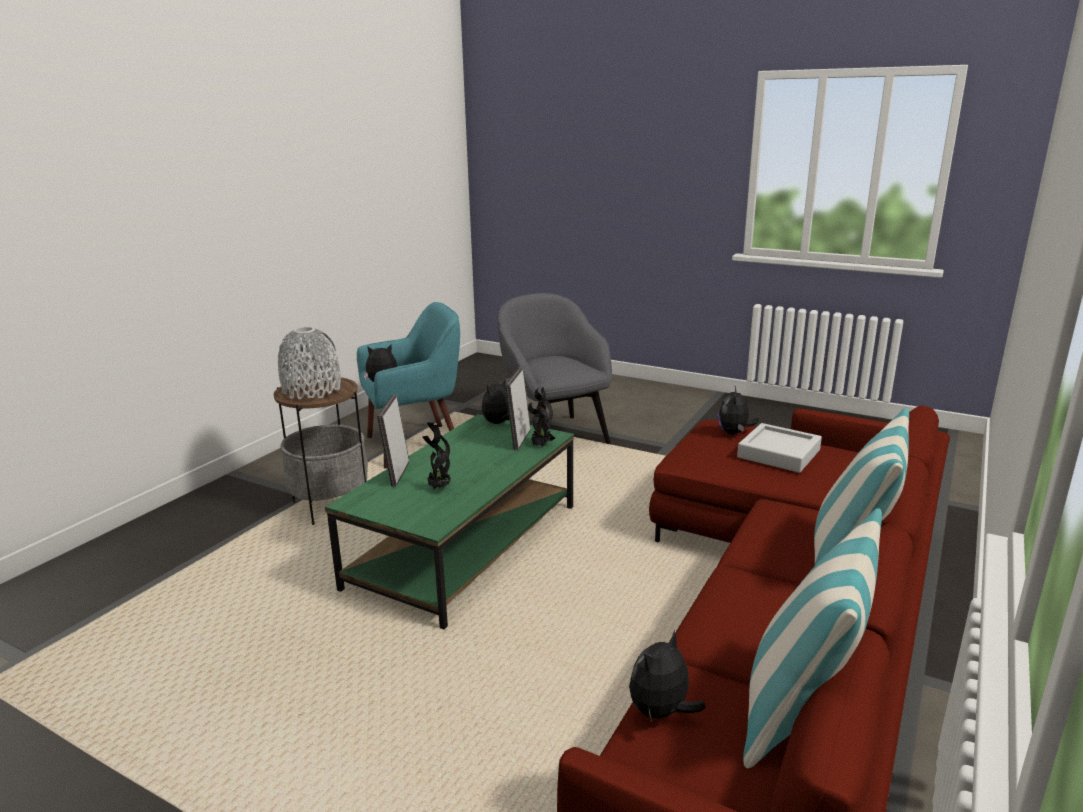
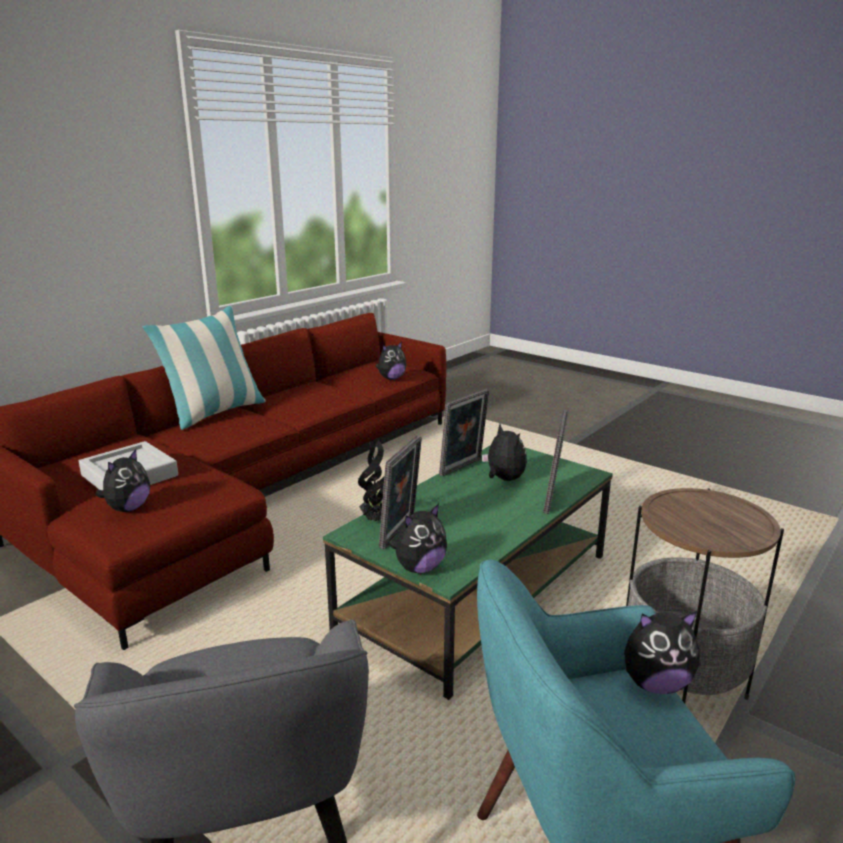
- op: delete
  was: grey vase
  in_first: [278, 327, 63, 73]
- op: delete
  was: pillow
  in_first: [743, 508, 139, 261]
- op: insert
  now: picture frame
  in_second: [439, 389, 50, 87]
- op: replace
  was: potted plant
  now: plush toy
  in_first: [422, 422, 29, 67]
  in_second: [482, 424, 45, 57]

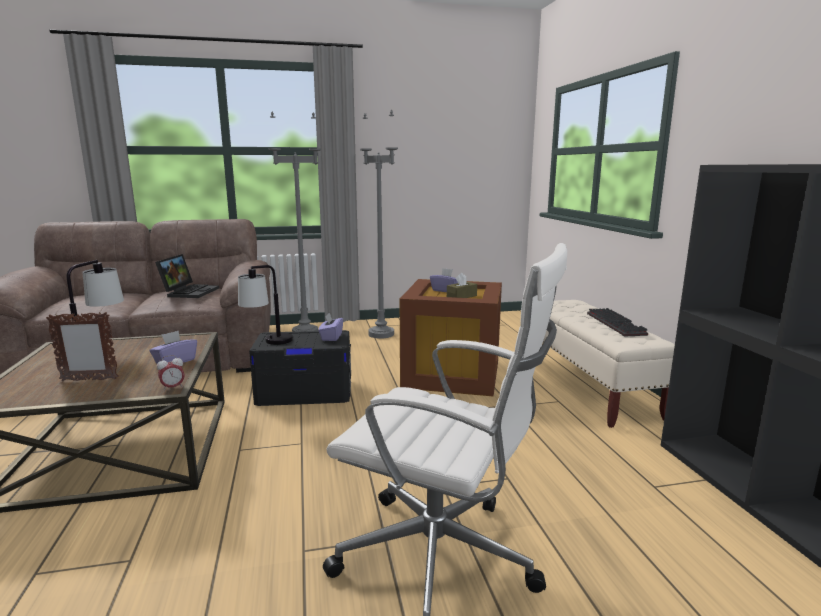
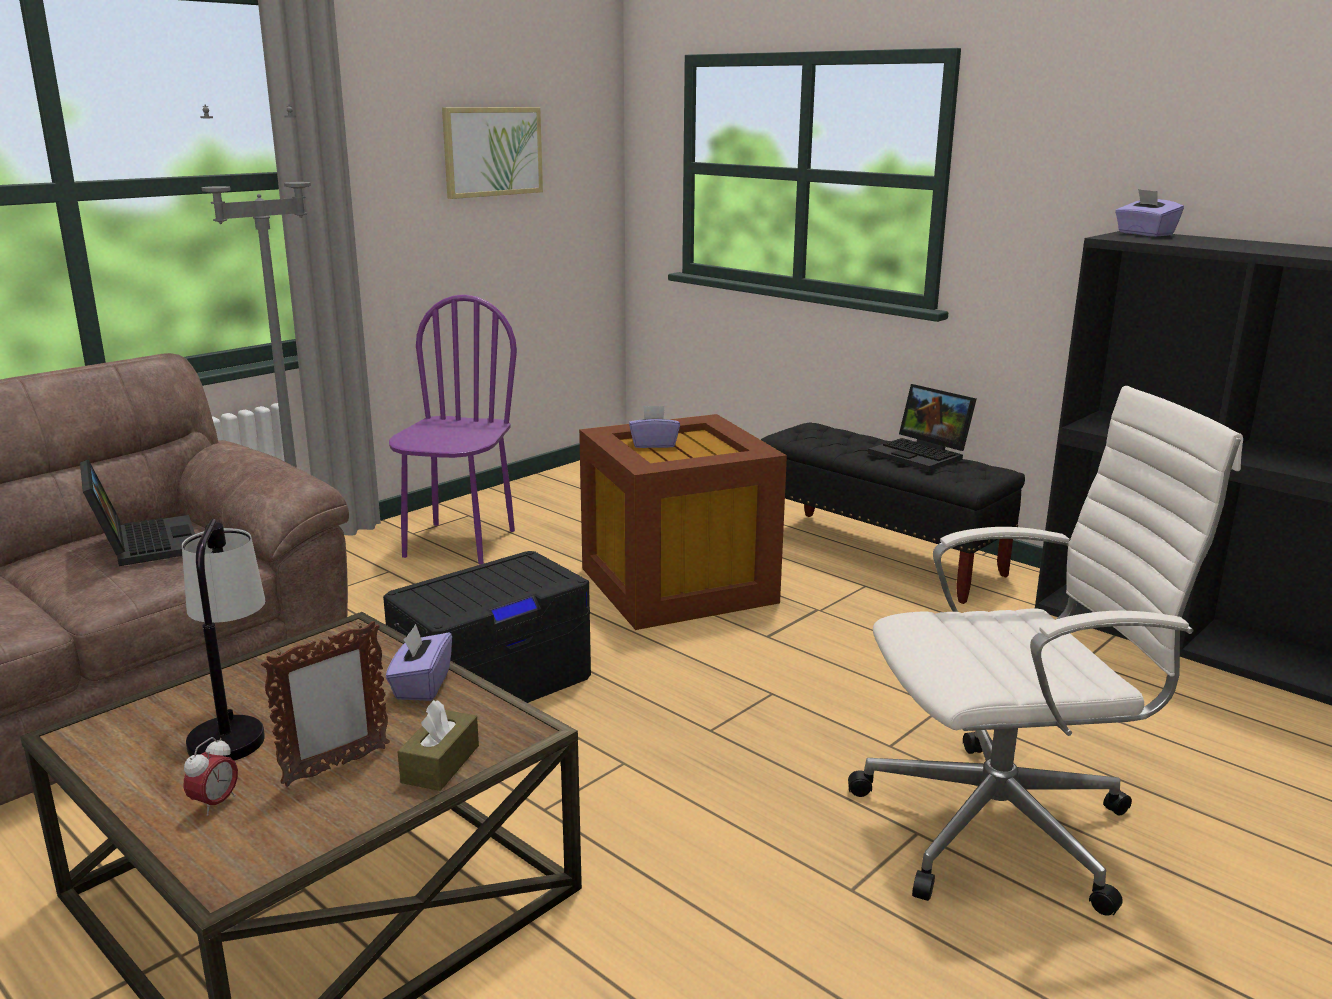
- op: delete
  was: table lamp
  in_first: [238, 265, 55, 80]
- op: insert
  now: picture
  in_second: [442, 107, 101, 92]
- op: move
  was: alarm clock
  in_first: [157, 355, 28, 36]
  in_second: [184, 737, 54, 79]
- op: move
  was: purple tissue box
  in_first: [318, 313, 25, 28]
  in_second: [1115, 189, 69, 48]
- op: move
  was: brown tissue box
  in_first: [447, 273, 30, 25]
  in_second: [397, 700, 82, 91]
- op: replace
  was: grey floor lamp
  now: purple chair
  in_first: [360, 110, 38, 229]
  in_second: [389, 295, 128, 269]
- op: replace
  was: keyboard
  now: laptop
  in_first: [587, 308, 61, 29]
  in_second: [868, 384, 109, 87]
- op: recolor
  was: beige bench
  now: black bench
  in_first: [543, 300, 132, 128]
  in_second: [761, 422, 264, 182]

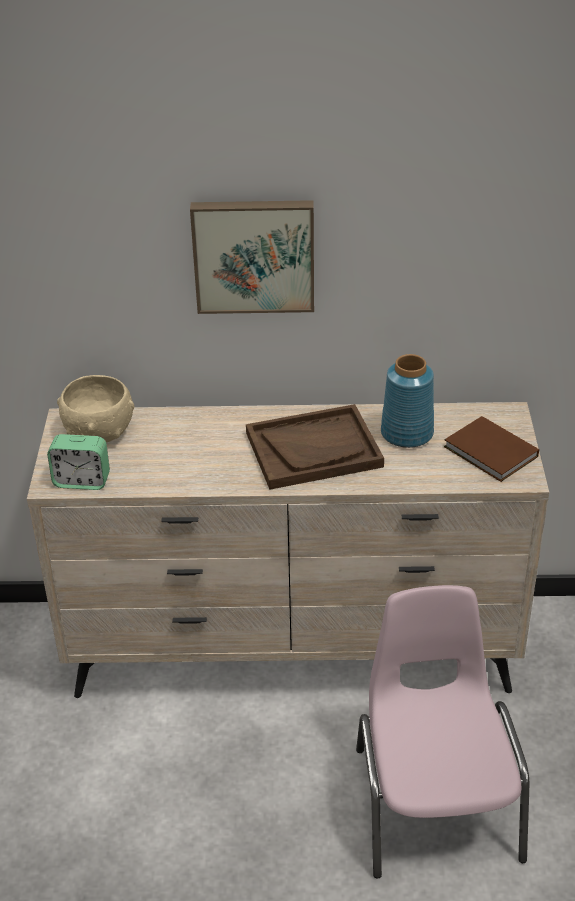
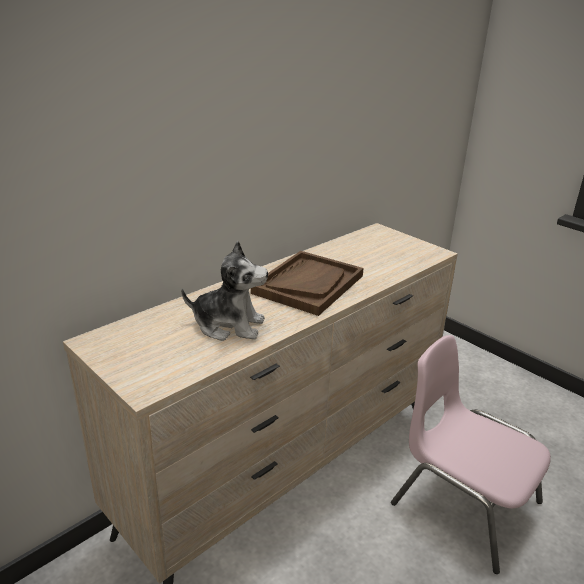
- op: delete
  was: alarm clock
  in_first: [47, 434, 63, 56]
- op: delete
  was: beige bowl
  in_first: [57, 375, 78, 68]
- op: delete
  was: picture
  in_first: [190, 200, 124, 114]
- op: delete
  was: blue vase
  in_first: [381, 354, 53, 94]
- op: delete
  was: brown book
  in_first: [444, 416, 95, 66]
- op: insert
  now: plush toy
  in_second: [181, 241, 87, 100]

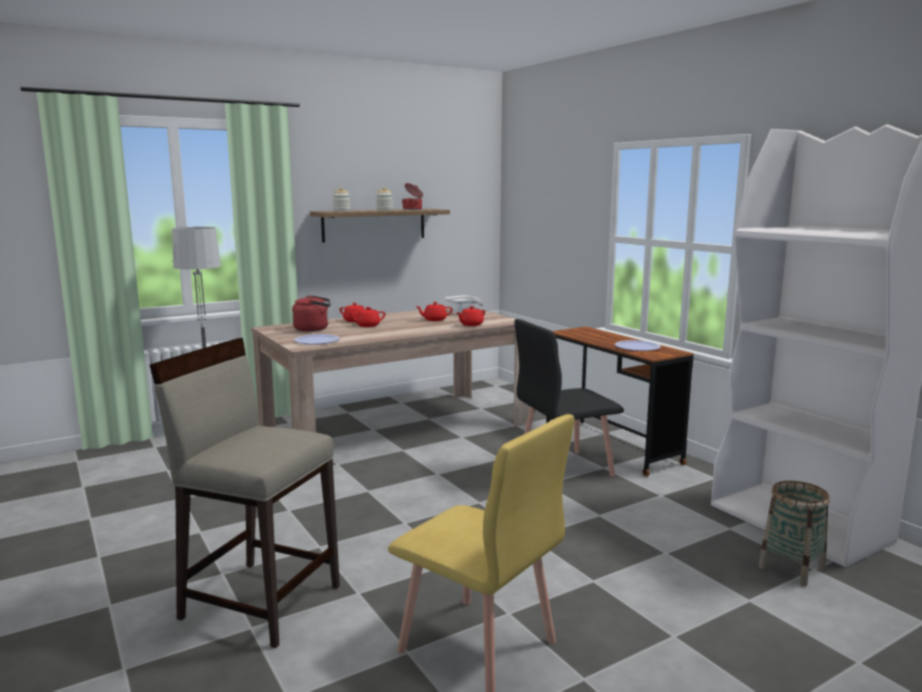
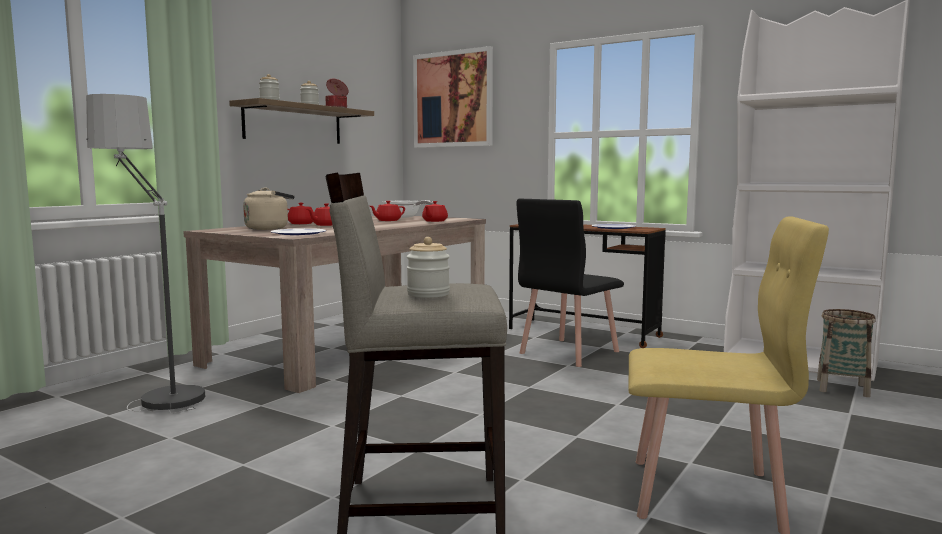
- op: insert
  now: jar
  in_second: [406, 237, 44, 61]
- op: insert
  now: picture
  in_second: [413, 46, 80, 102]
- op: recolor
  was: red kettle
  now: beige kettle
  in_first: [292, 295, 39, 37]
  in_second: [243, 188, 52, 42]

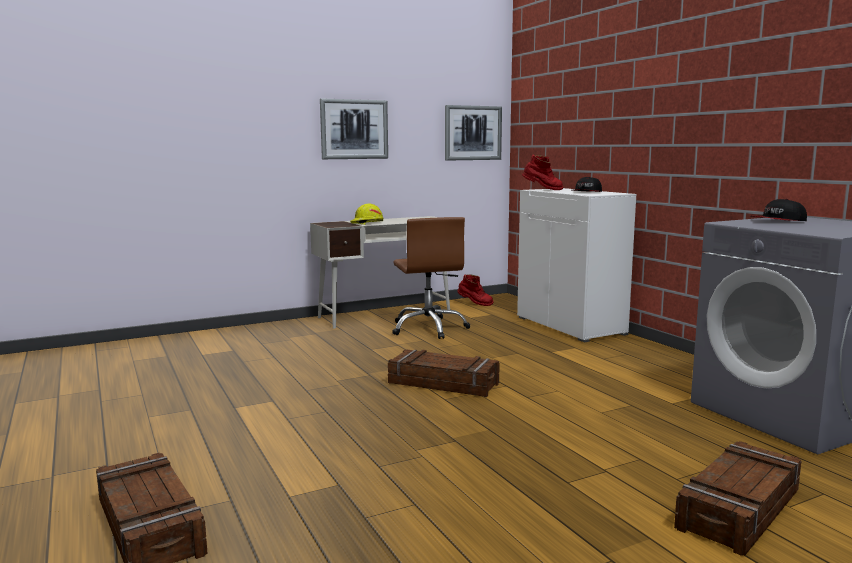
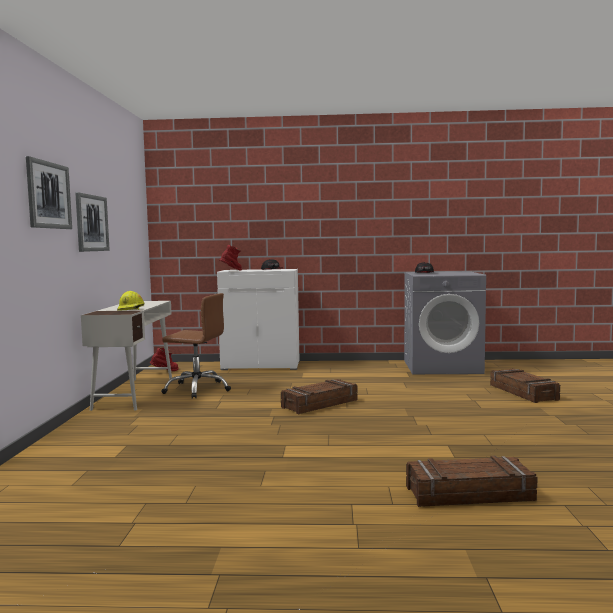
- op: move
  was: picture
  in_first: [445, 105, 57, 55]
  in_second: [26, 156, 46, 73]

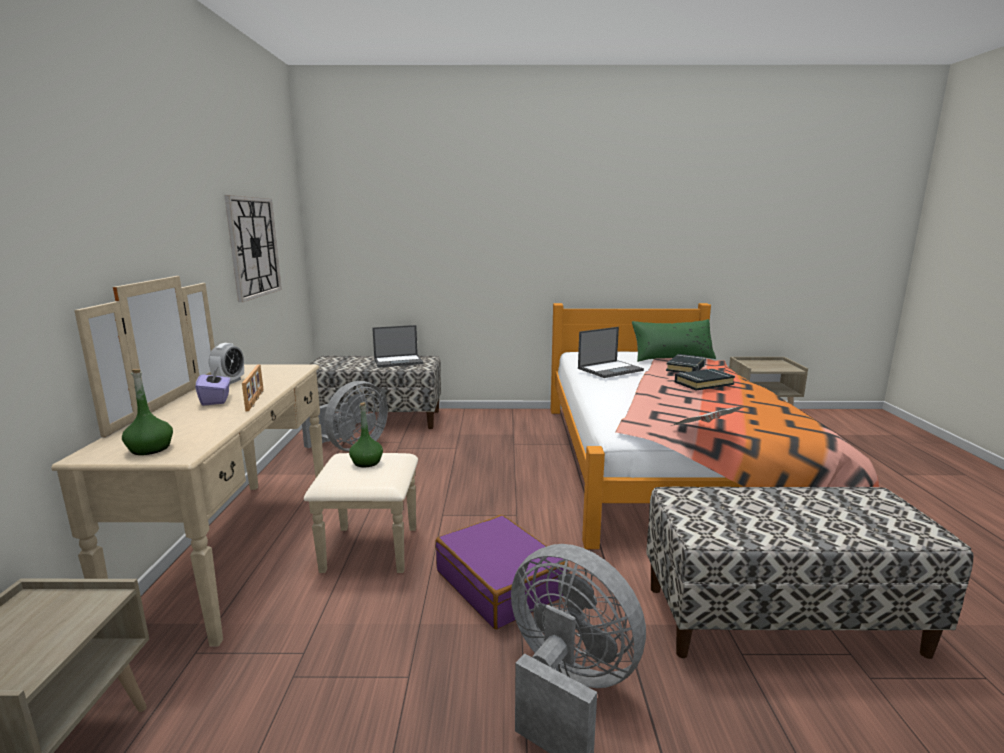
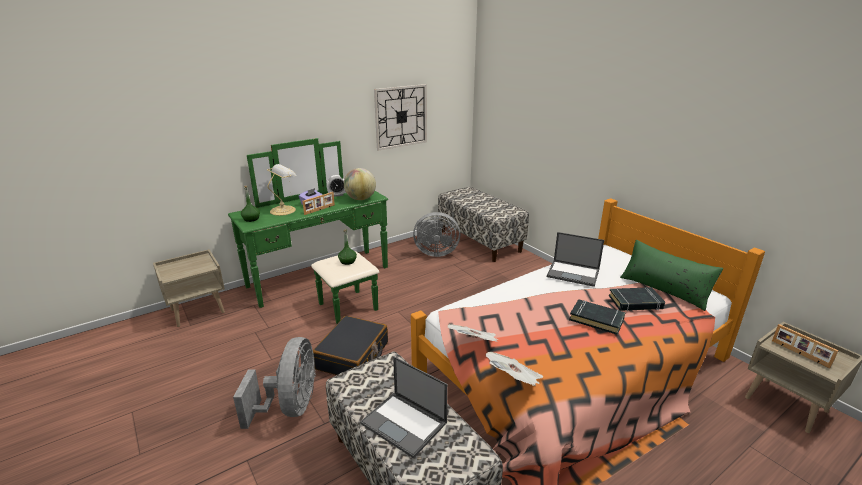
- op: insert
  now: table lamp
  in_second: [267, 164, 30, 52]
- op: insert
  now: globe
  in_second: [344, 168, 32, 32]
- op: insert
  now: newspaper
  in_second: [485, 352, 59, 34]
- op: insert
  now: picture frame
  in_second: [772, 324, 67, 44]
- op: move
  was: laptop
  in_first: [372, 325, 51, 43]
  in_second: [360, 356, 88, 103]
- op: recolor
  was: beige dresser
  now: green dresser
  in_first: [51, 276, 367, 370]
  in_second: [228, 138, 160, 186]
- op: recolor
  was: purple suitcase
  now: black suitcase
  in_first: [435, 515, 133, 114]
  in_second: [313, 316, 75, 59]

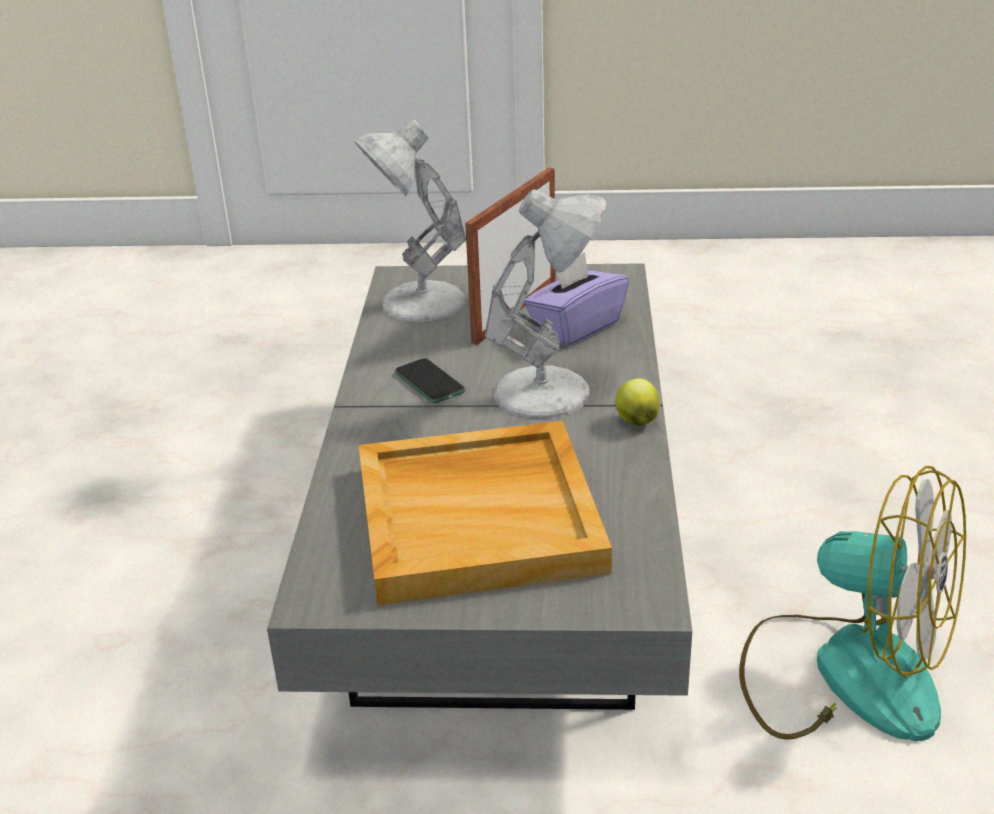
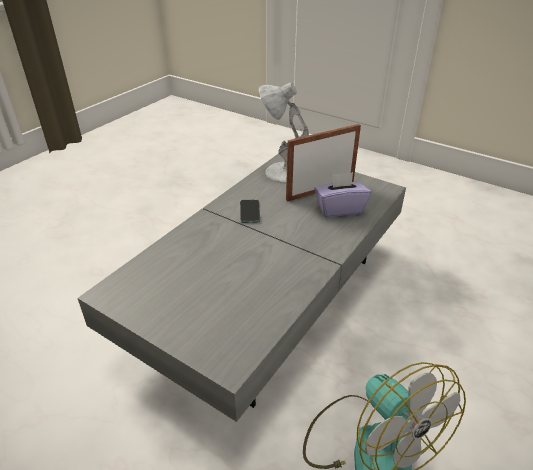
- op: delete
  was: beige tray
  in_first: [358, 421, 254, 184]
- op: delete
  was: white table lamp
  in_first: [485, 189, 121, 230]
- op: delete
  was: apple
  in_first: [615, 378, 45, 48]

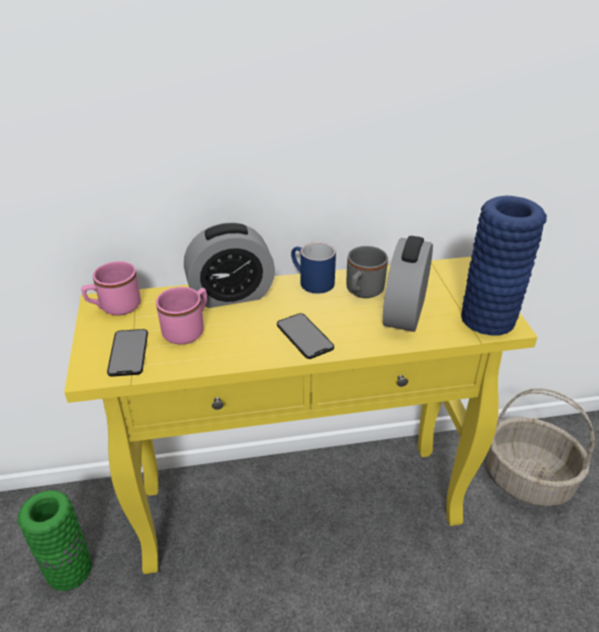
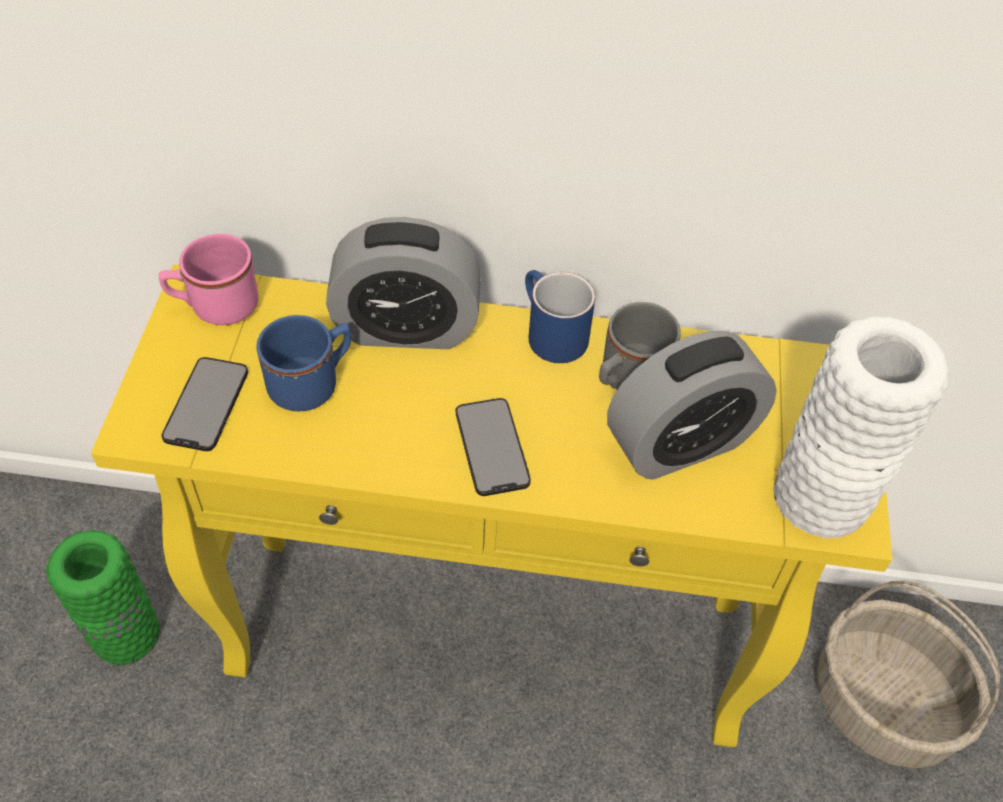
- op: recolor
  was: pink mug
  now: blue mug
  in_first: [156, 287, 51, 58]
  in_second: [257, 315, 94, 96]
- op: recolor
  was: blue vase
  now: white vase
  in_first: [461, 196, 86, 139]
  in_second: [773, 317, 177, 221]
- op: rotate
  was: alarm clock
  in_first: [383, 236, 50, 96]
  in_second: [607, 331, 170, 149]
  clockwise: -150

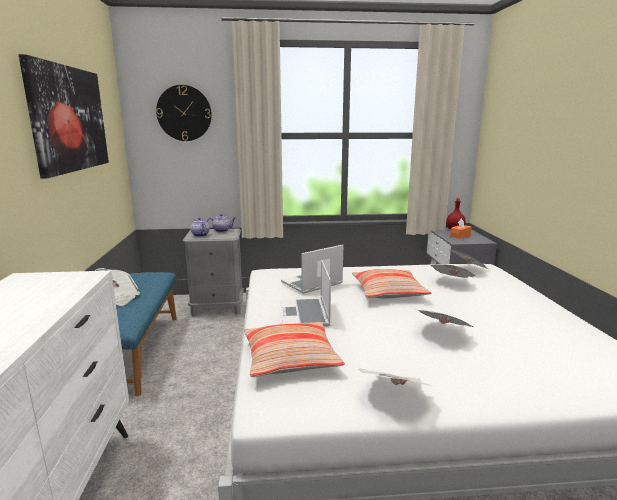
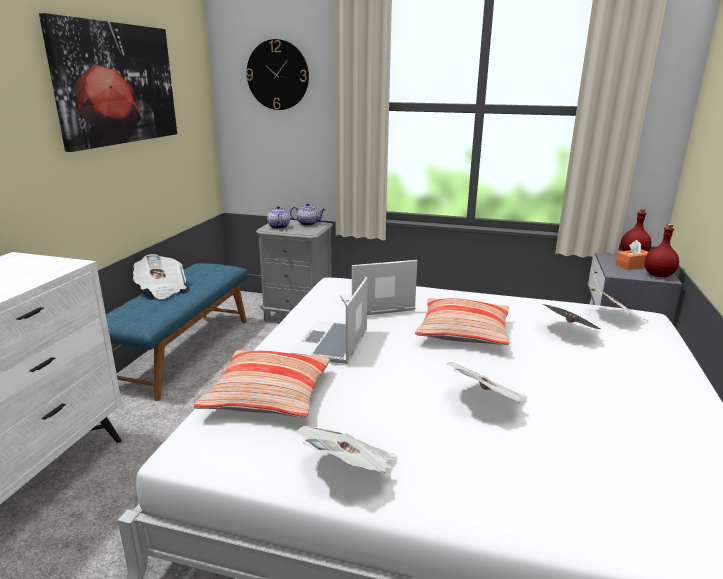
- op: insert
  now: red bottle
  in_second: [645, 224, 34, 53]

